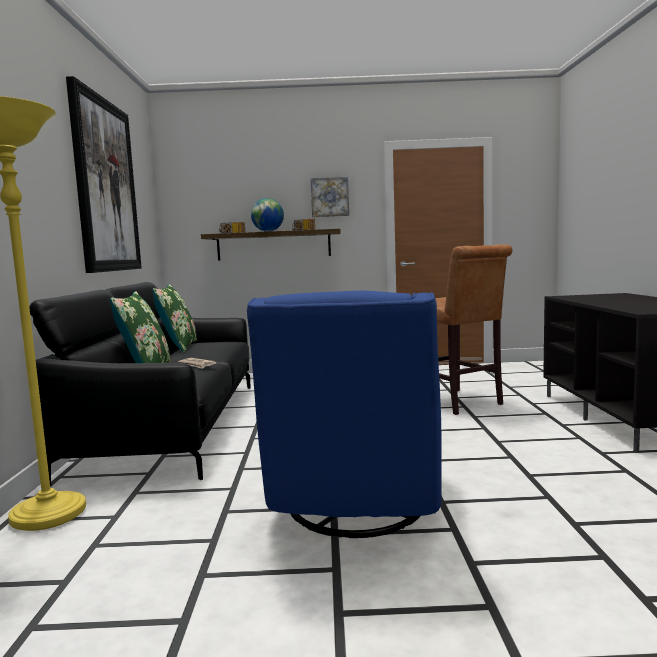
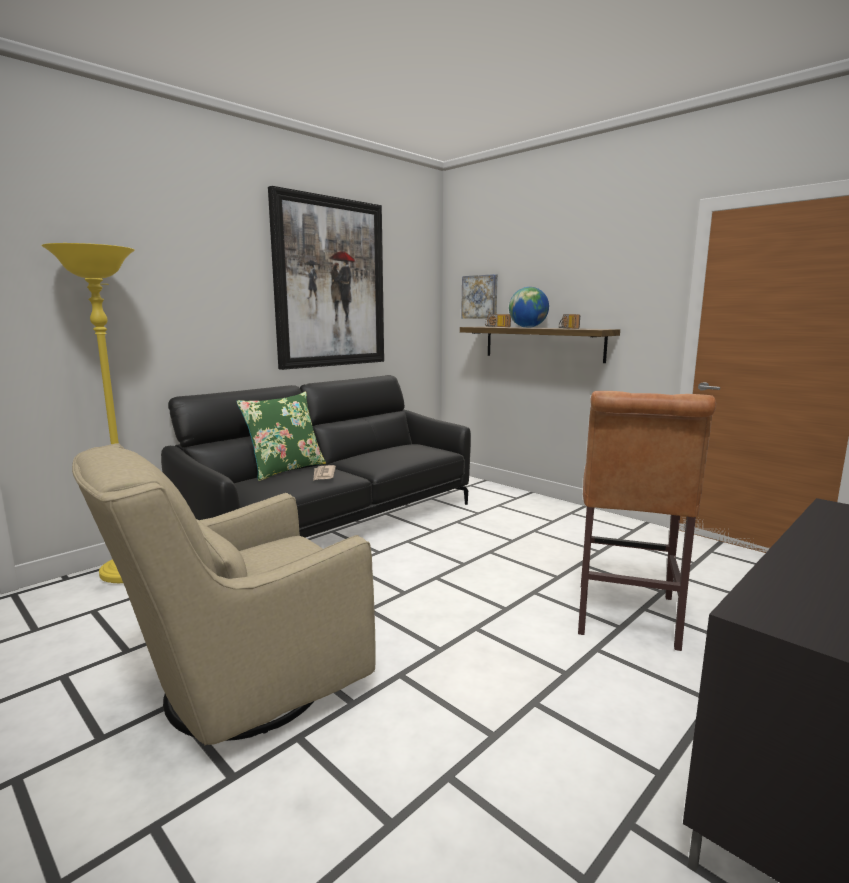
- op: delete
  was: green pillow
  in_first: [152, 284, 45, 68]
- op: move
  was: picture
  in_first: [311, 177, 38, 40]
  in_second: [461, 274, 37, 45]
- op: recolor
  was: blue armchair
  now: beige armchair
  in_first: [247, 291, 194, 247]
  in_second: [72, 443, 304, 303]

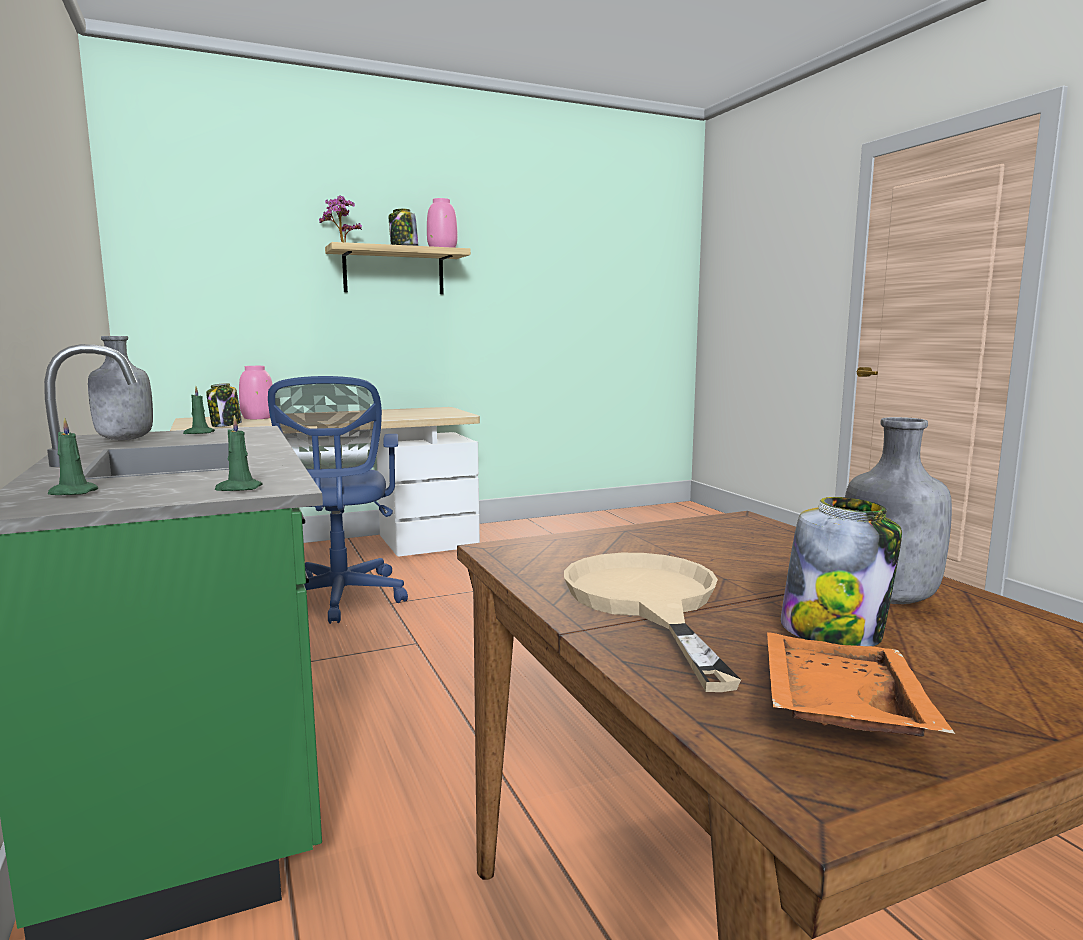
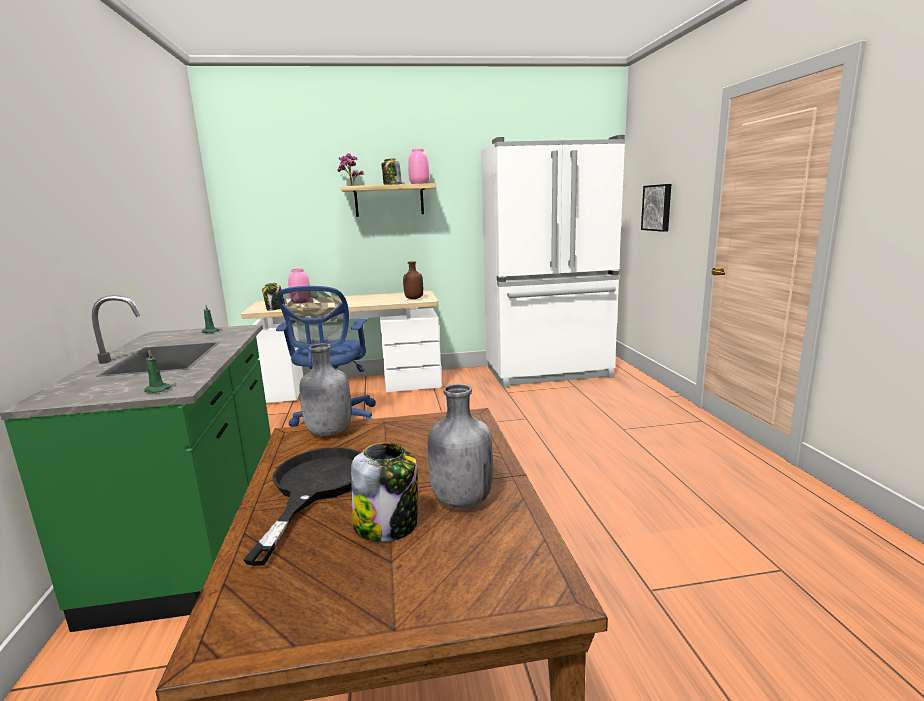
- op: delete
  was: green candle
  in_first: [48, 417, 50, 78]
- op: delete
  was: orange tray
  in_first: [767, 632, 188, 104]
- op: insert
  now: brown bottle
  in_second: [403, 261, 20, 38]
- op: insert
  now: white fridge
  in_second: [481, 135, 144, 253]
- op: insert
  now: picture
  in_second: [641, 184, 30, 48]
- op: move
  was: grey bottle
  in_first: [88, 336, 65, 104]
  in_second: [299, 344, 52, 92]
- op: recolor
  was: beige frying pan
  now: black frying pan
  in_first: [564, 553, 177, 139]
  in_second: [243, 447, 118, 119]

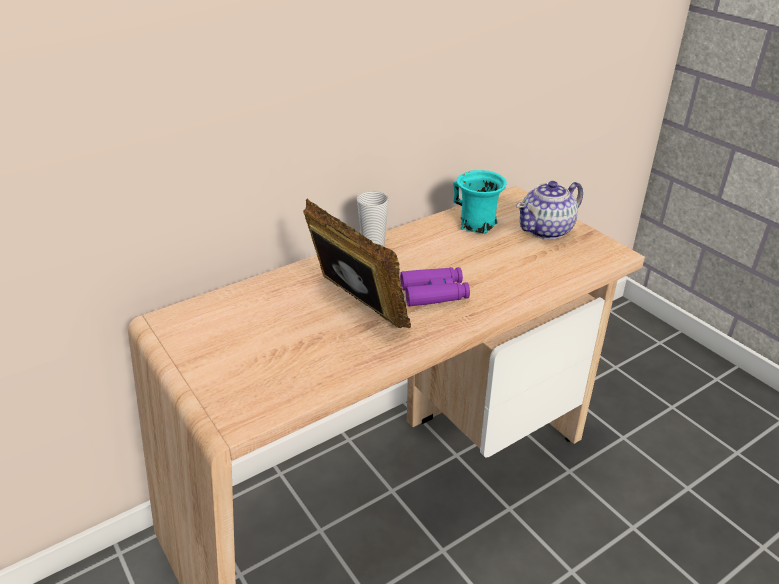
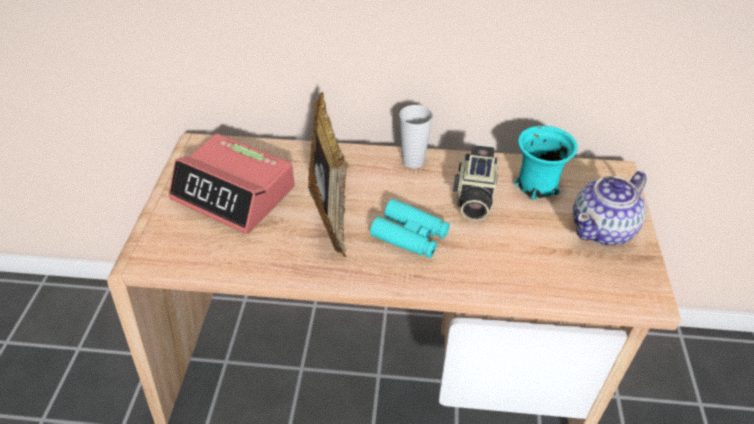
- op: insert
  now: alarm clock
  in_second: [169, 134, 126, 100]
- op: insert
  now: photo camera
  in_second: [453, 145, 45, 76]
- op: recolor
  was: purple binoculars
  now: turquoise binoculars
  in_first: [400, 267, 70, 39]
  in_second: [370, 199, 80, 59]
- op: rotate
  was: teapot
  in_first: [516, 181, 67, 59]
  in_second: [573, 171, 73, 74]
  clockwise: -45

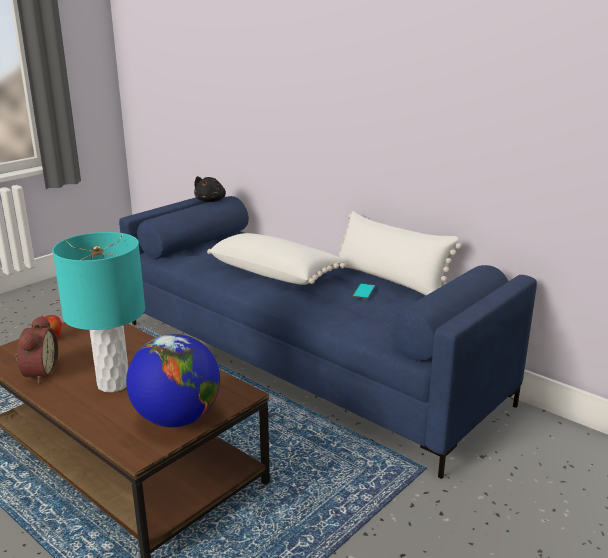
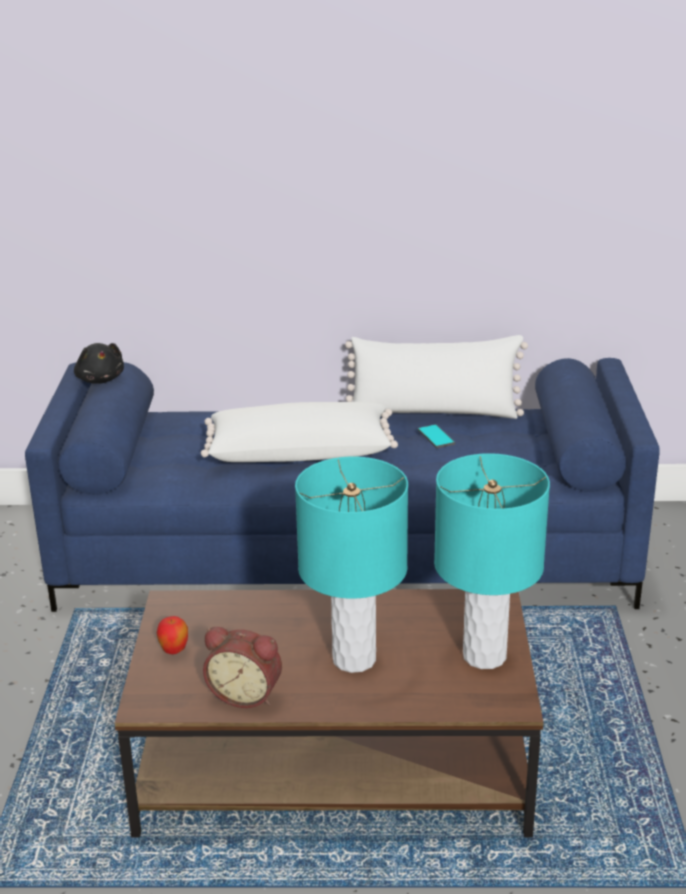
- op: replace
  was: globe
  now: turquoise table lamp
  in_first: [126, 334, 94, 93]
  in_second: [434, 453, 116, 216]
- op: rotate
  was: alarm clock
  in_first: [15, 315, 43, 69]
  in_second: [203, 627, 79, 81]
  clockwise: 150

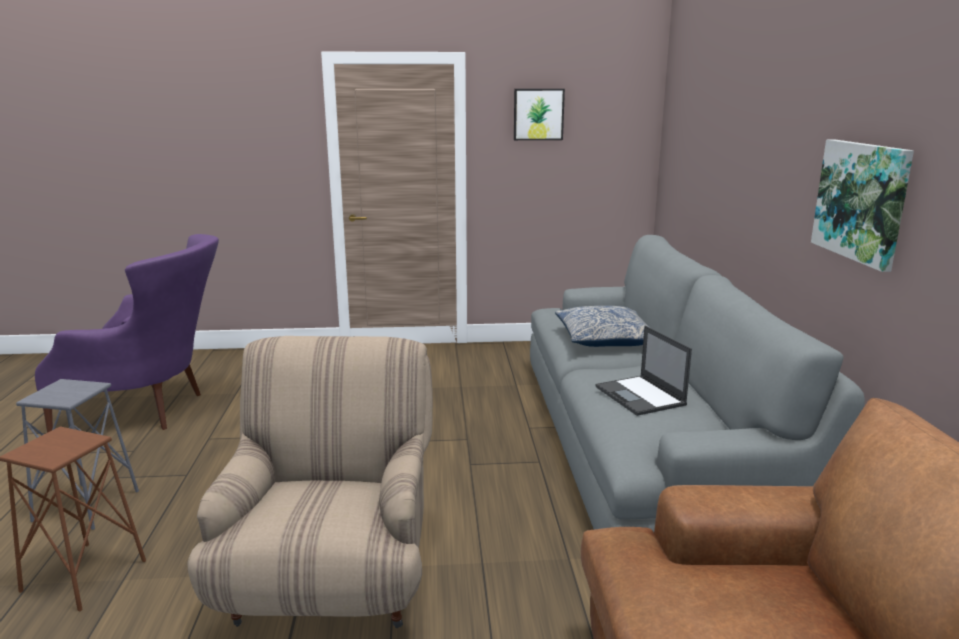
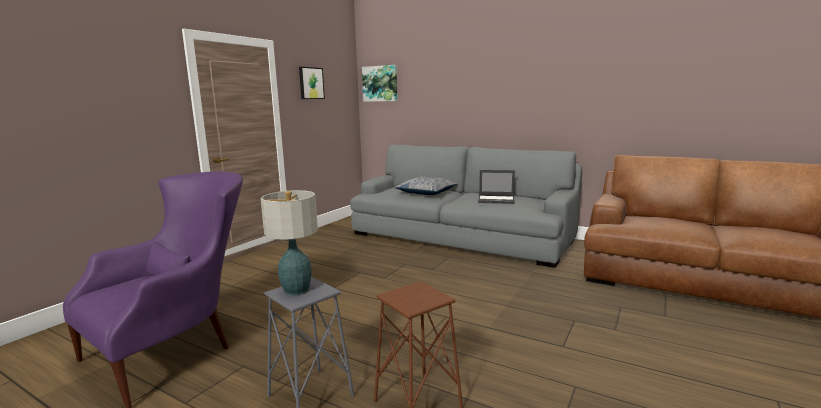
- op: delete
  was: beige armchair
  in_first: [187, 336, 246, 292]
- op: insert
  now: table lamp
  in_second: [261, 190, 57, 106]
- op: move
  was: picture
  in_first: [811, 139, 103, 133]
  in_second: [362, 65, 36, 37]

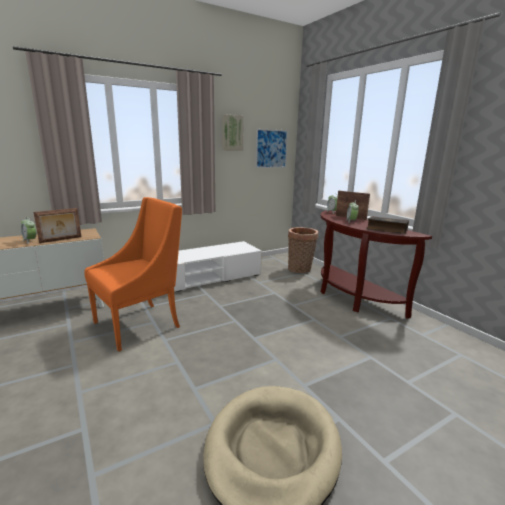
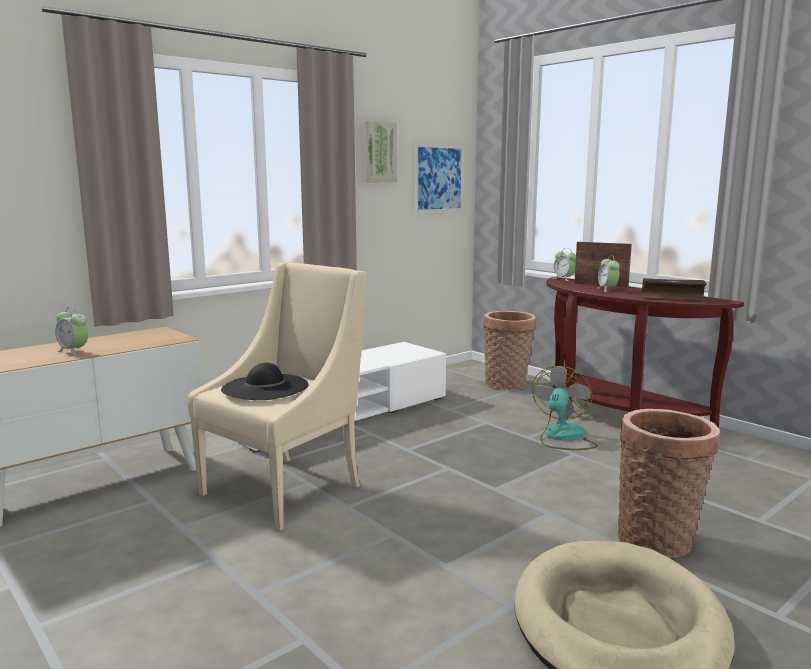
- op: delete
  was: picture frame
  in_first: [34, 208, 47, 35]
- op: insert
  now: black hat
  in_second: [221, 363, 88, 37]
- op: insert
  now: fan
  in_second: [532, 366, 66, 84]
- op: insert
  now: basket
  in_second: [618, 409, 102, 150]
- op: recolor
  was: orange armchair
  now: beige armchair
  in_first: [84, 197, 98, 155]
  in_second: [188, 263, 179, 268]

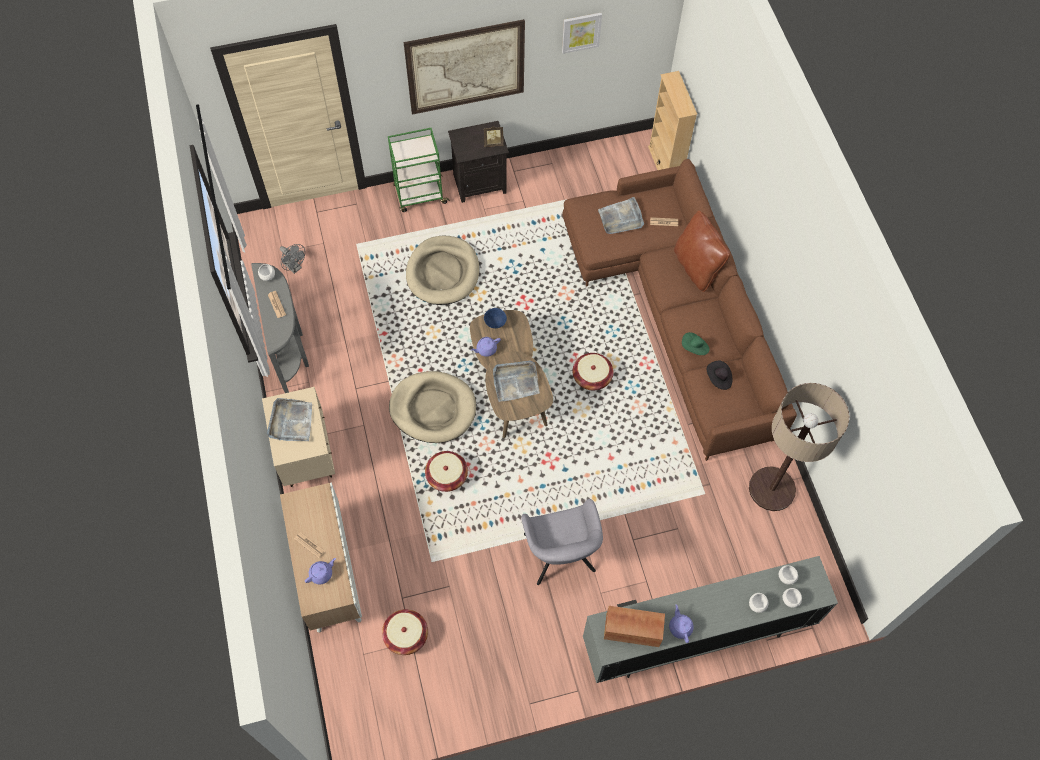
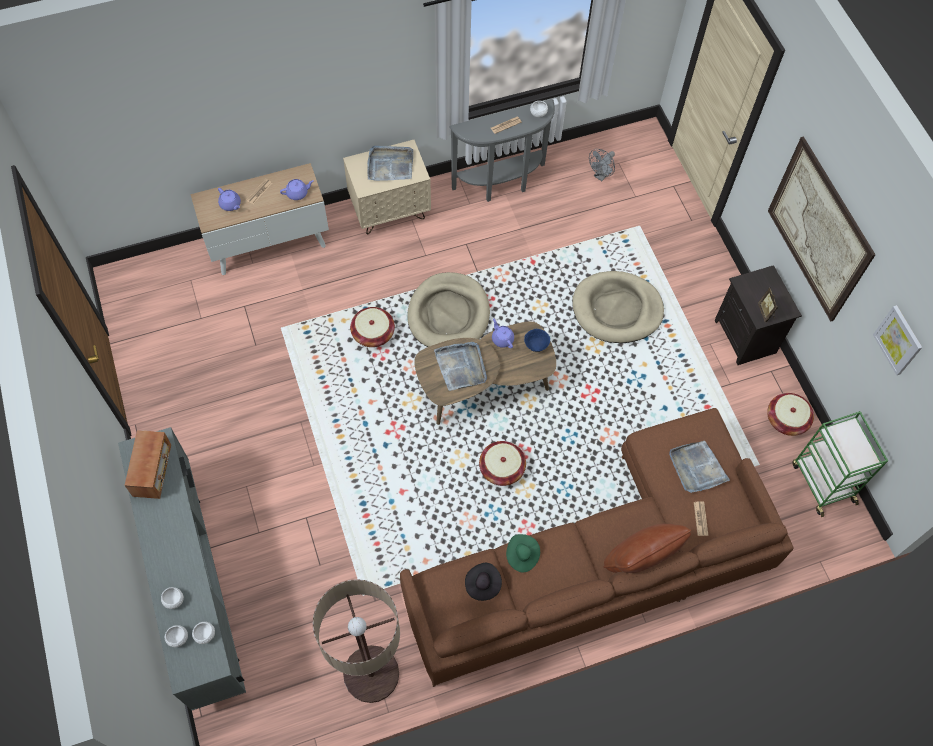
- op: delete
  was: grey armchair
  in_first: [521, 499, 82, 86]
- op: delete
  was: beige bookcase
  in_first: [648, 71, 49, 99]
- op: move
  was: basket
  in_first: [382, 609, 46, 46]
  in_second: [767, 393, 47, 43]
- op: move
  was: green cart
  in_first: [388, 128, 62, 84]
  in_second: [793, 411, 95, 106]
- op: move
  was: purple teapot
  in_first: [669, 604, 25, 39]
  in_second: [280, 179, 34, 21]

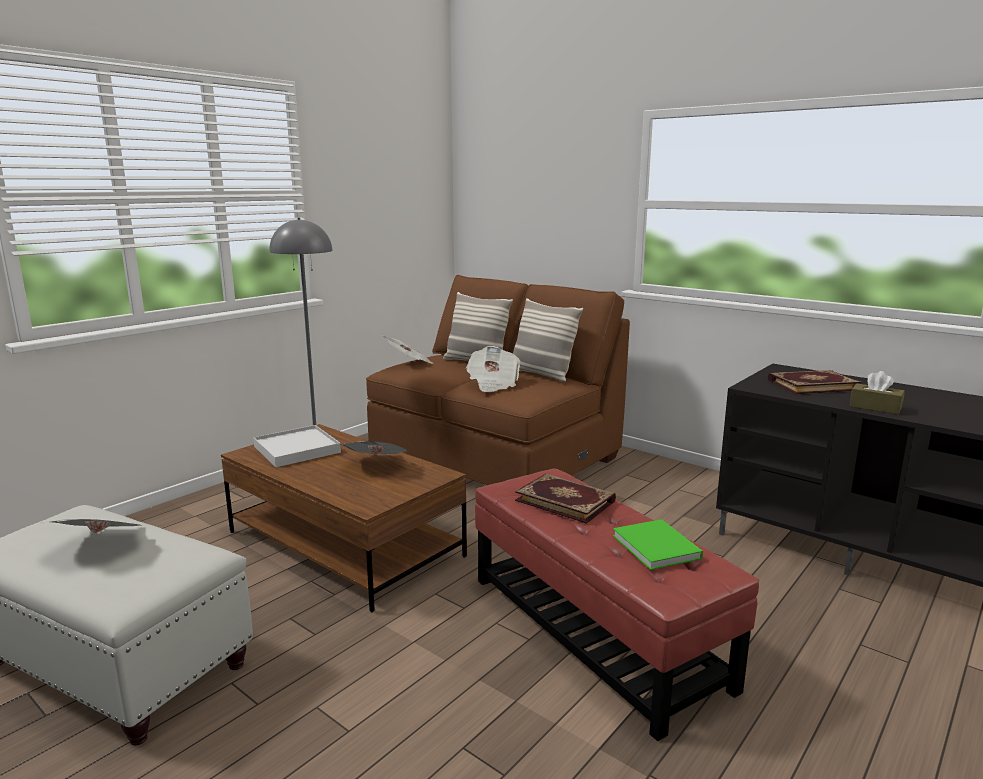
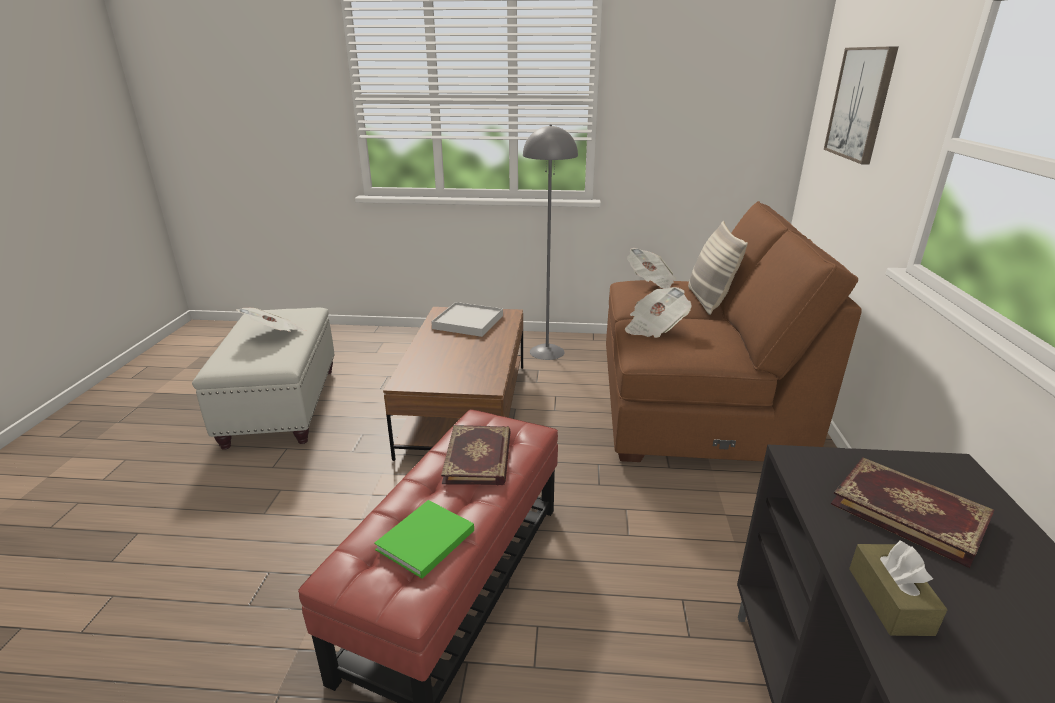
- op: delete
  was: newspaper
  in_first: [339, 441, 69, 14]
- op: delete
  was: pillow
  in_first: [513, 298, 70, 84]
- op: insert
  now: picture
  in_second: [824, 46, 75, 119]

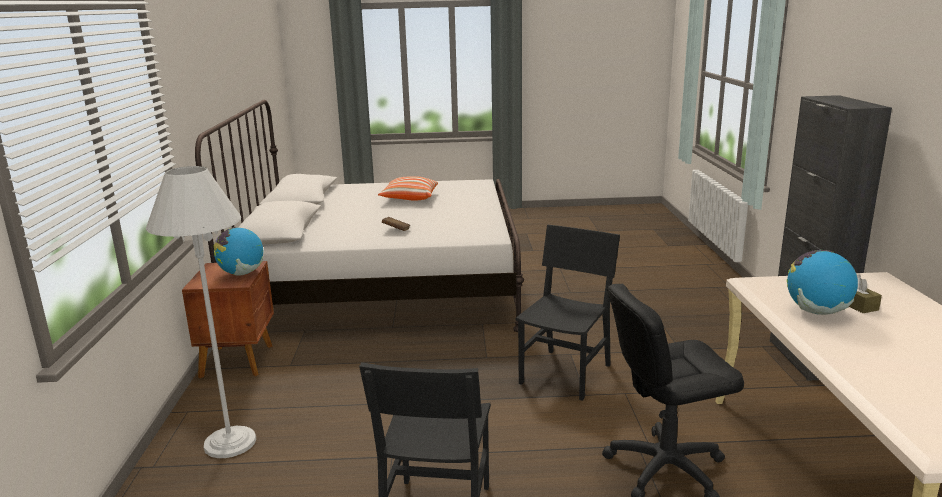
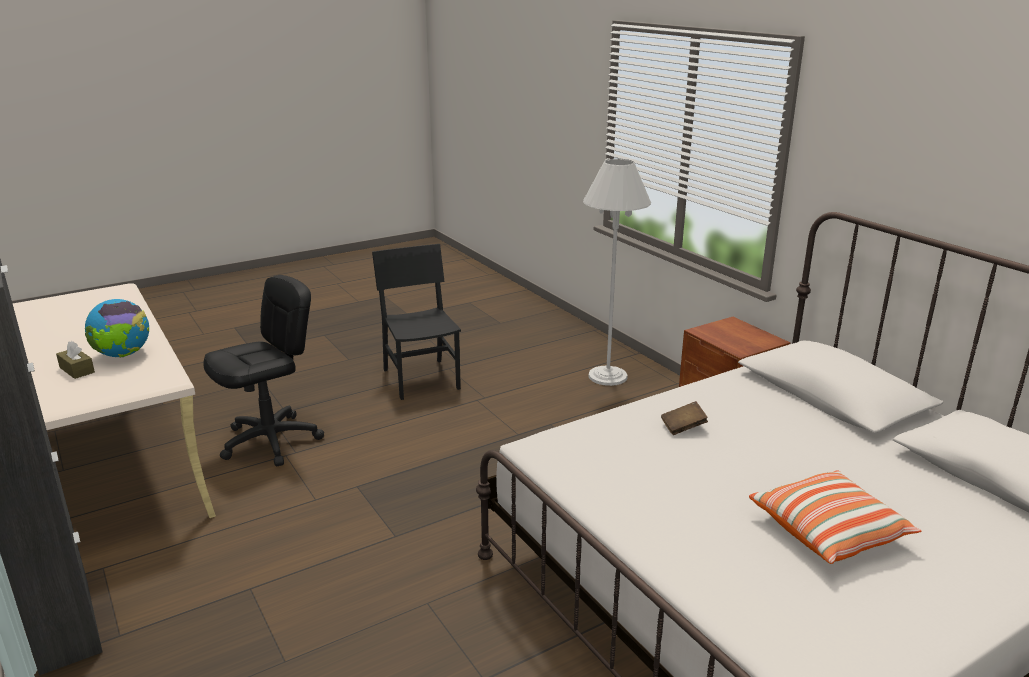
- op: delete
  was: globe
  in_first: [214, 227, 49, 49]
- op: delete
  was: black chair
  in_first: [515, 225, 105, 176]

